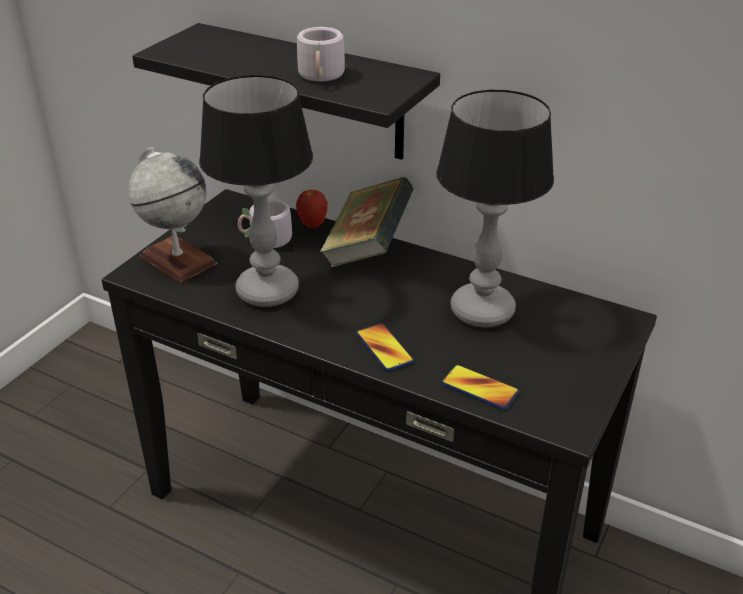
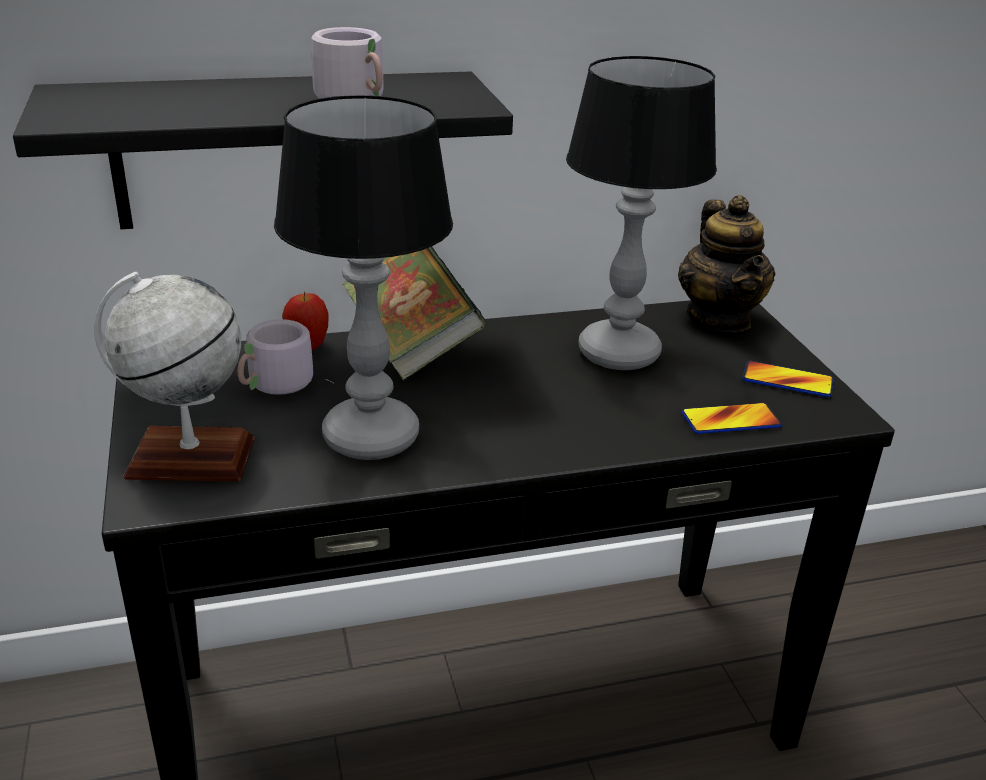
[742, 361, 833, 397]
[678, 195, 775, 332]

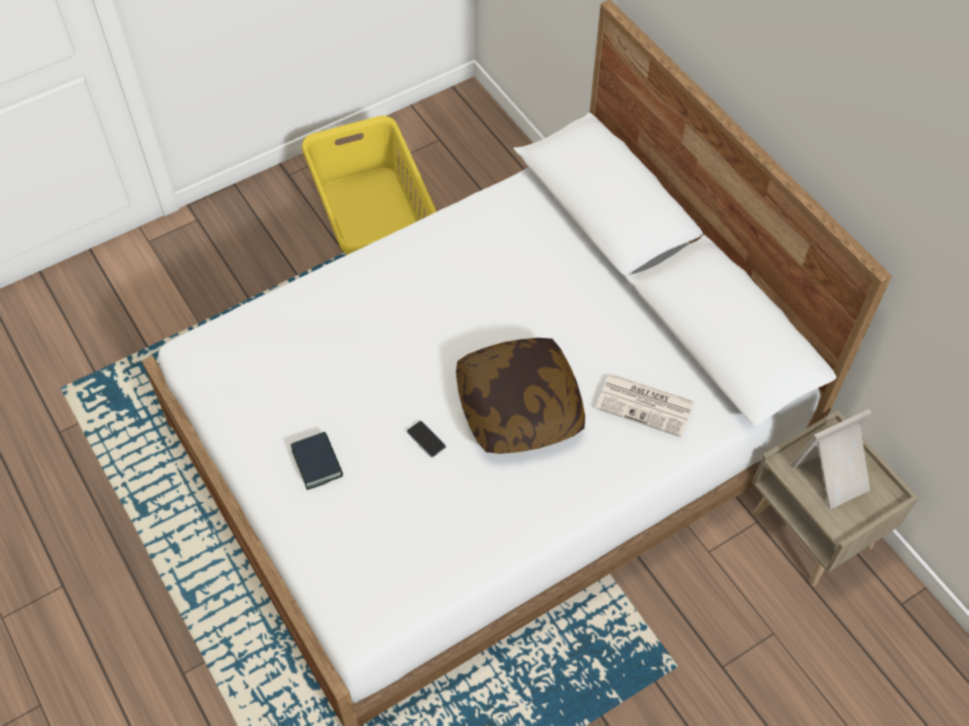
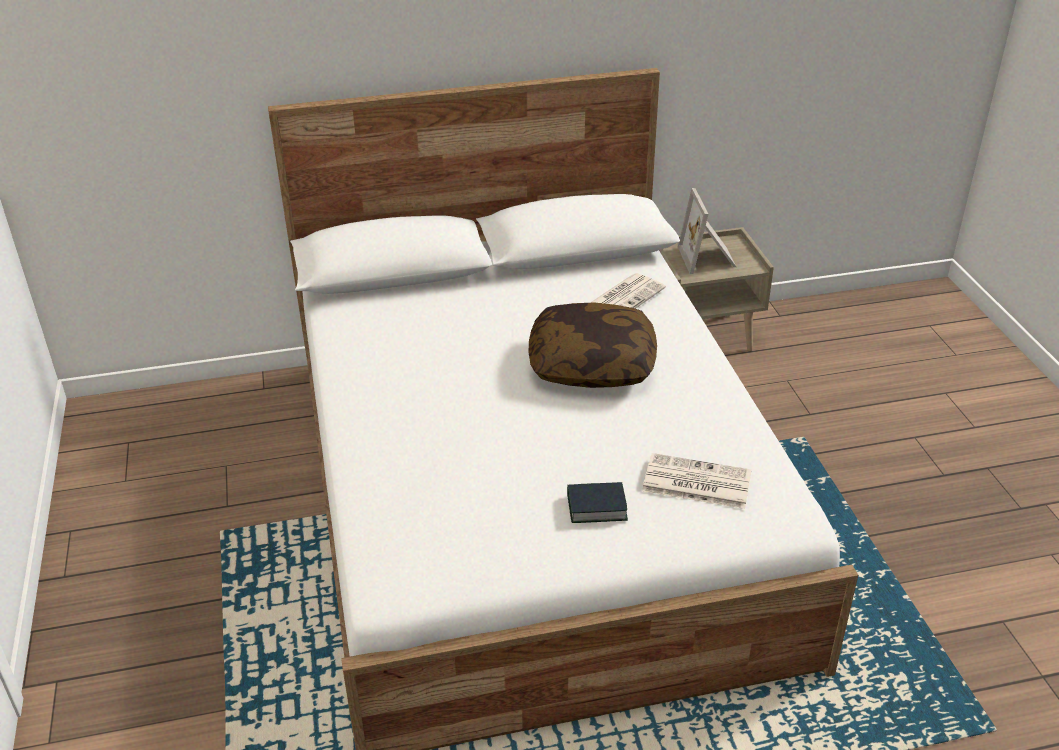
[302, 116, 437, 255] (first image)
[407, 421, 446, 458] (first image)
[642, 453, 752, 509]

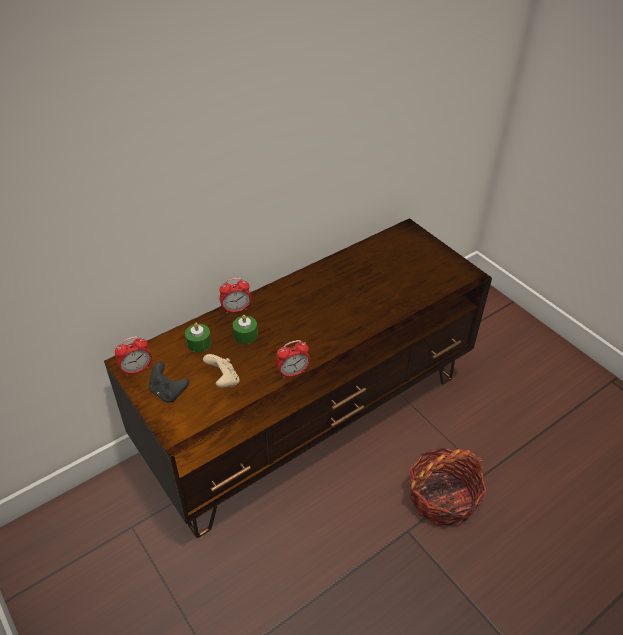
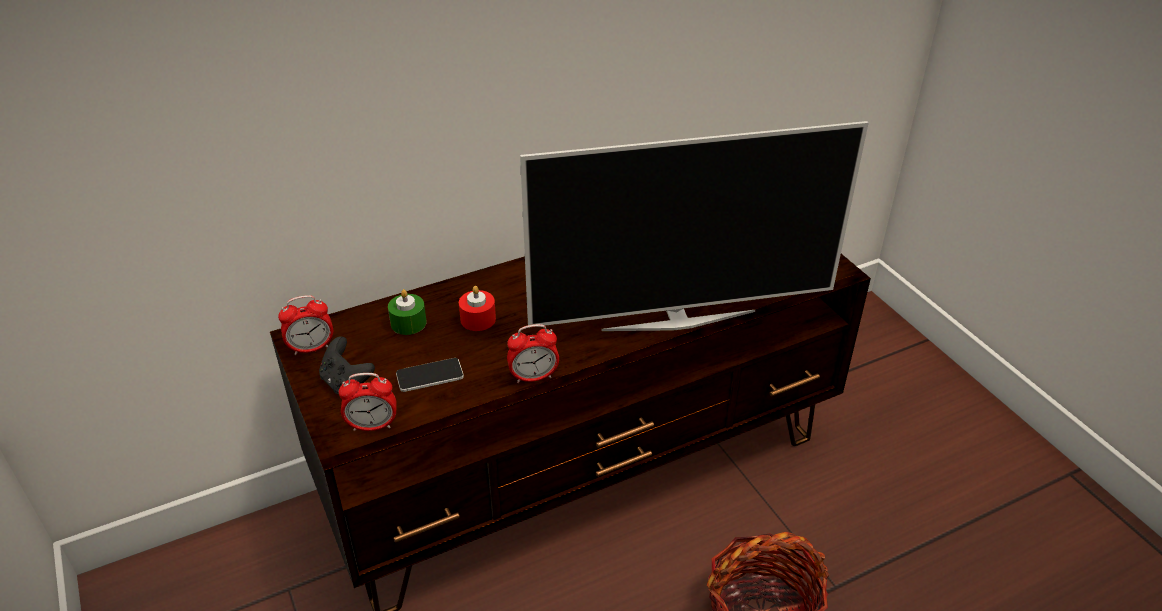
[396, 358, 464, 392]
[339, 373, 397, 432]
[459, 286, 496, 331]
[520, 121, 869, 331]

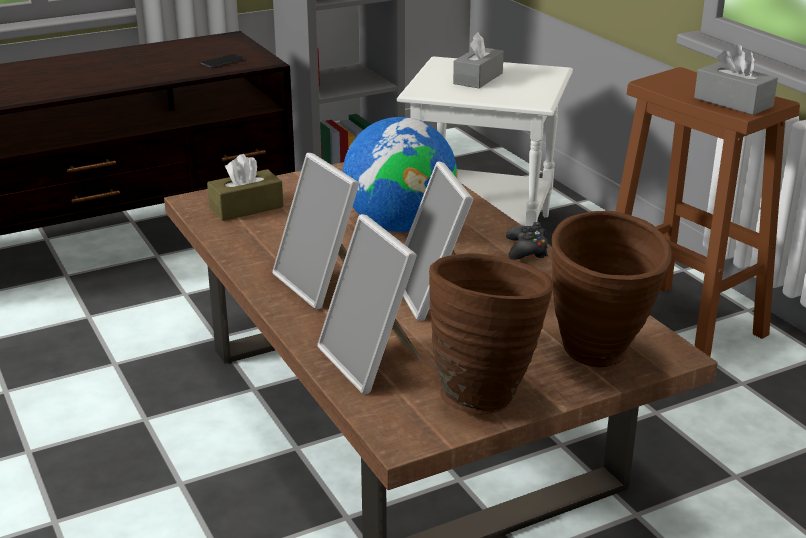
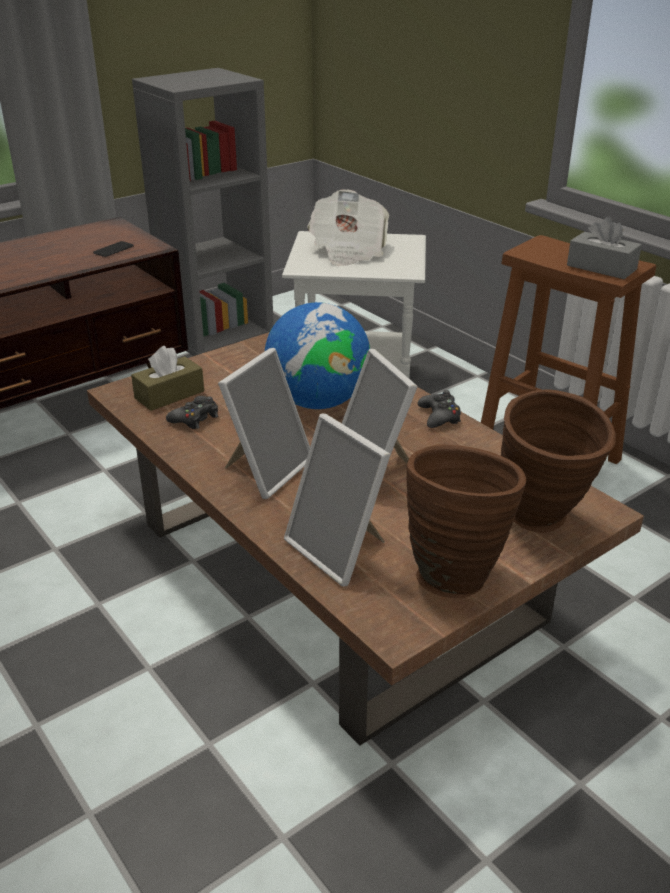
[218, 348, 310, 499]
[307, 189, 389, 266]
[166, 396, 218, 429]

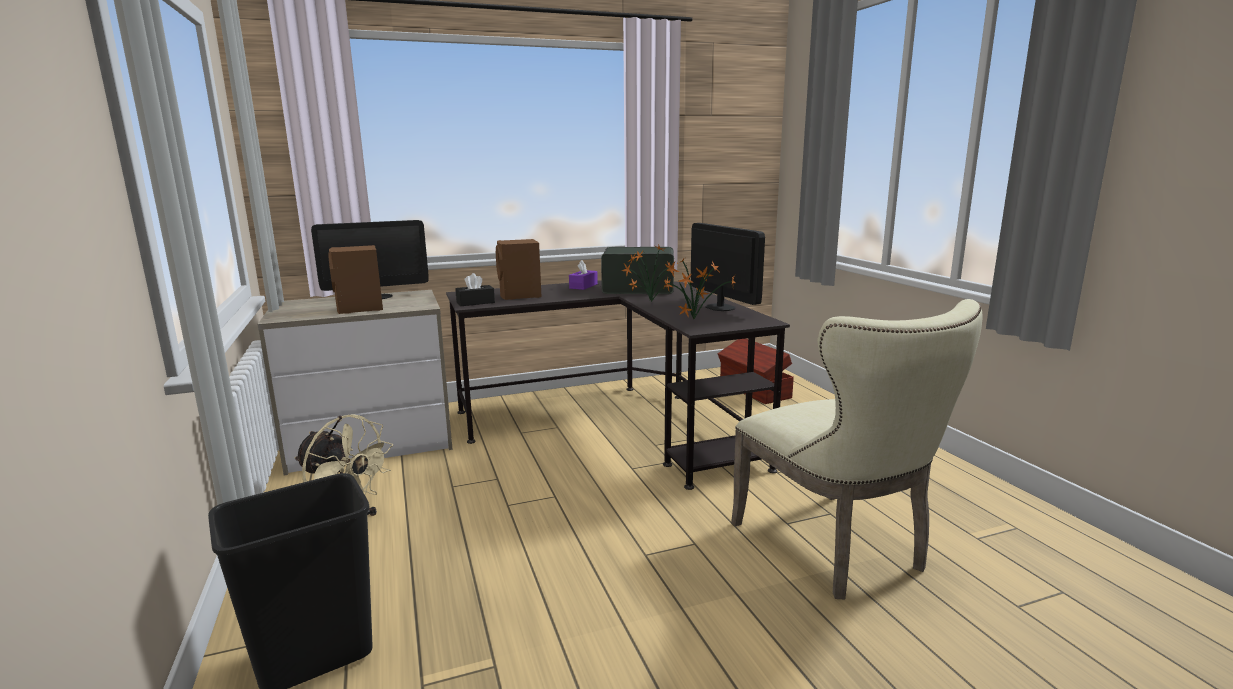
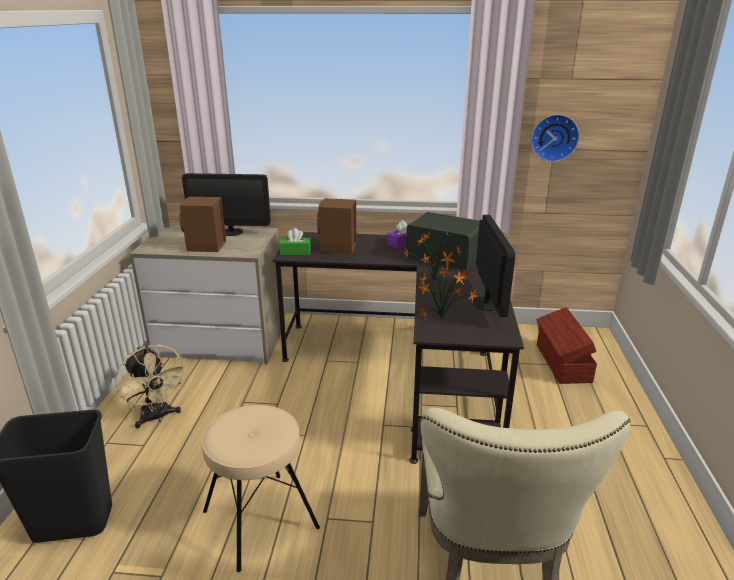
[279, 228, 311, 255]
[202, 405, 320, 572]
[531, 114, 579, 162]

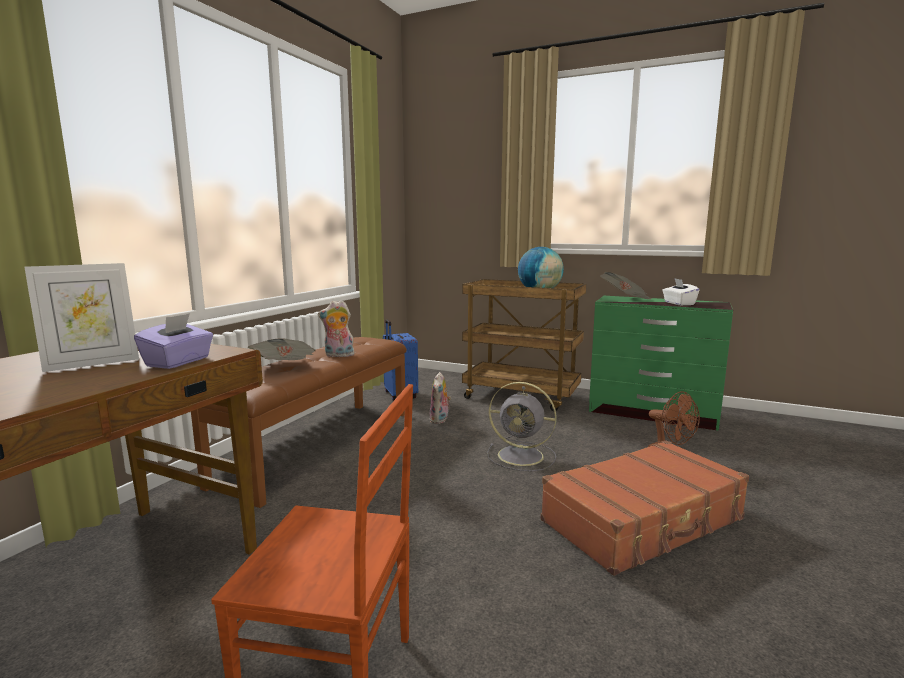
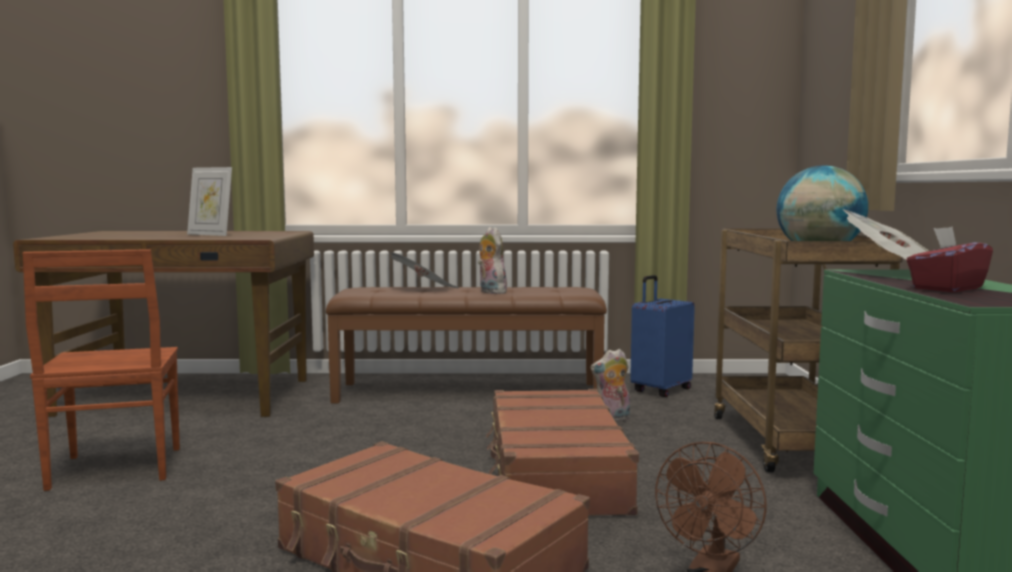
[134, 313, 213, 369] (first image)
[486, 389, 639, 516]
[907, 227, 993, 292]

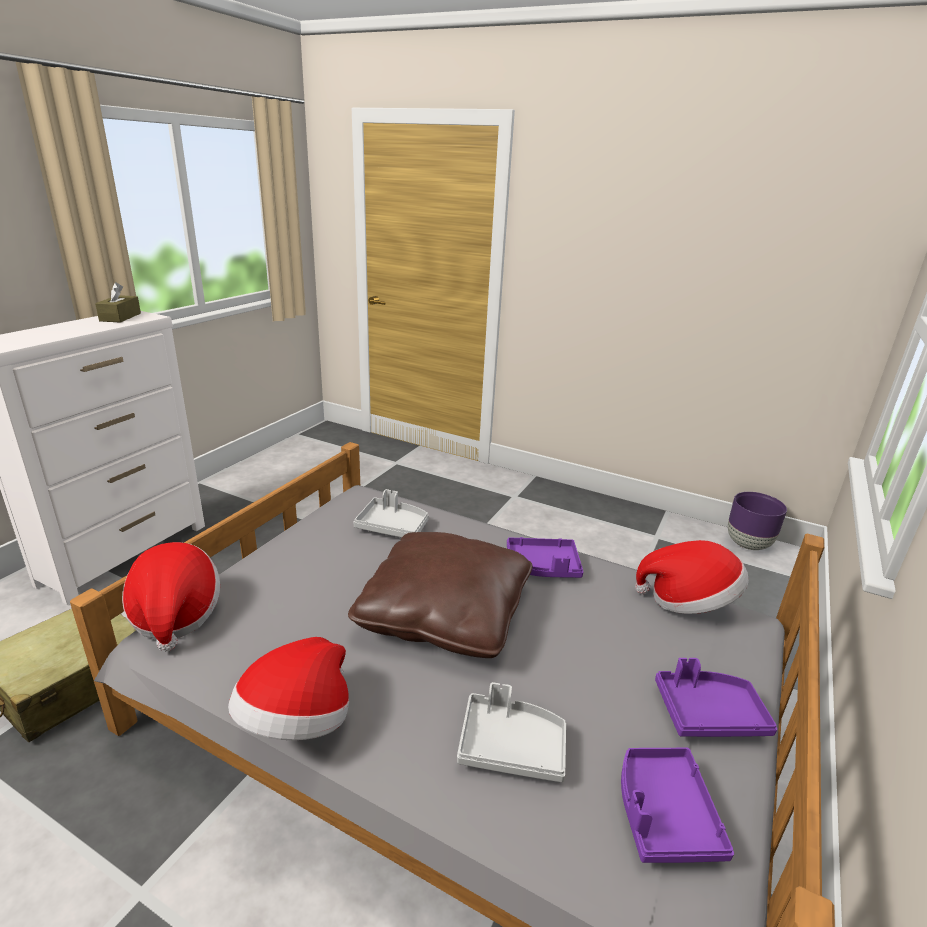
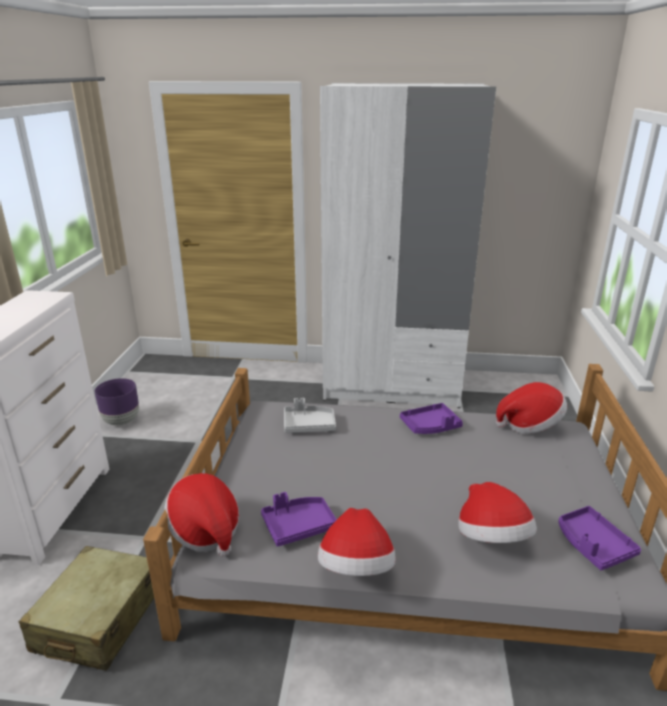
[95, 282, 141, 323] (first image)
[348, 532, 533, 658] (first image)
[459, 482, 537, 543]
[261, 492, 337, 547]
[94, 378, 139, 426]
[320, 83, 496, 408]

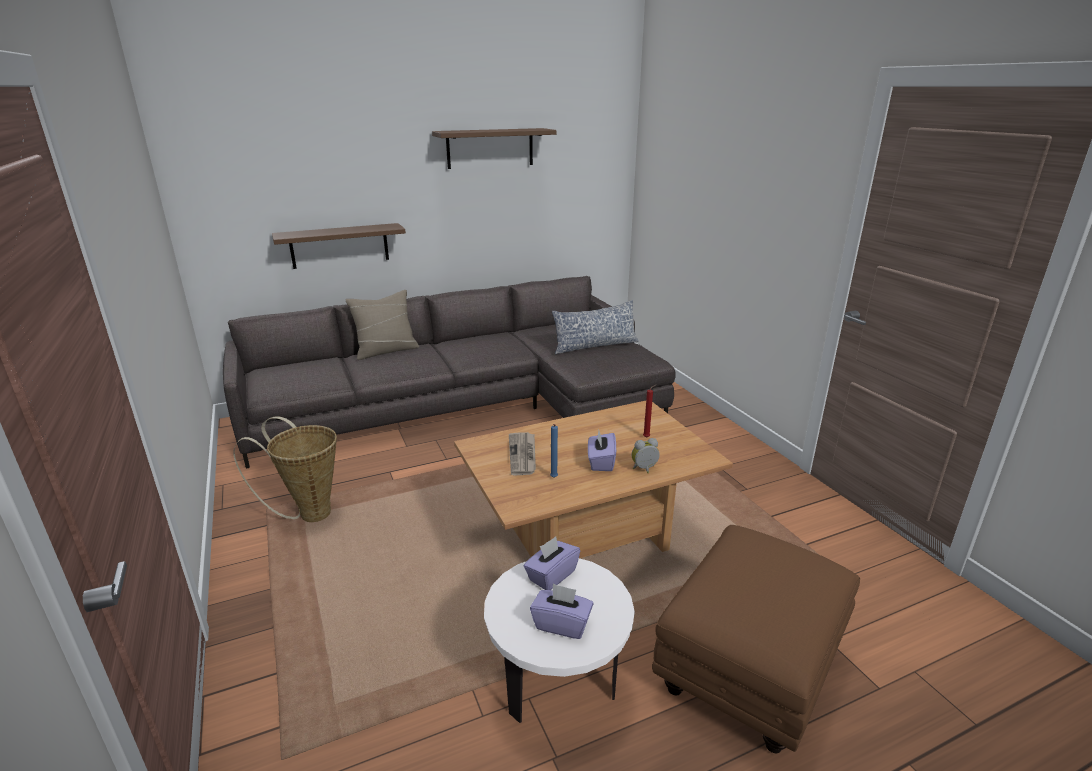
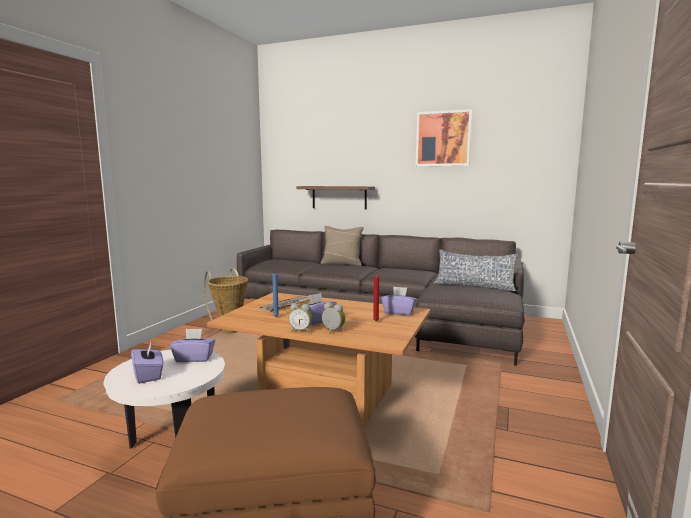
[416, 109, 472, 166]
[289, 303, 313, 333]
[381, 287, 417, 315]

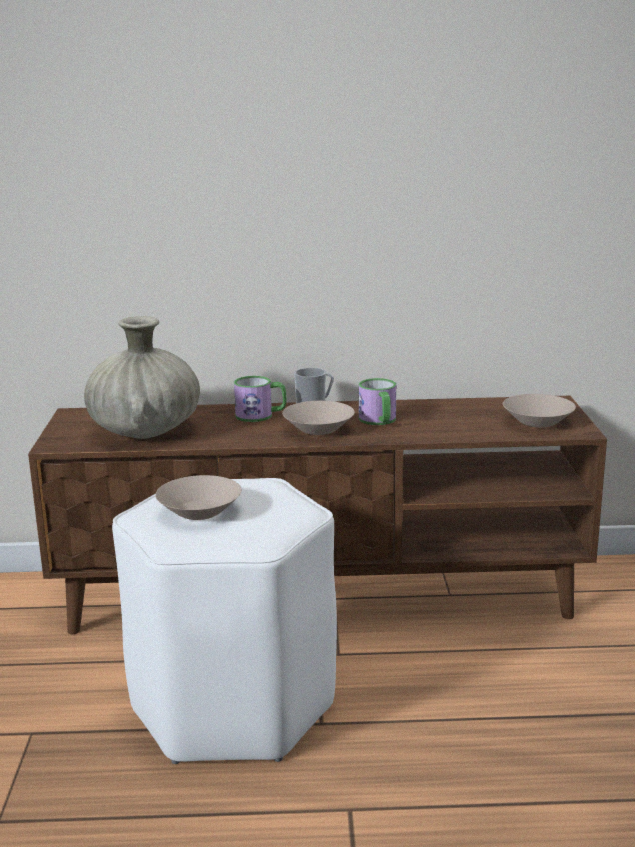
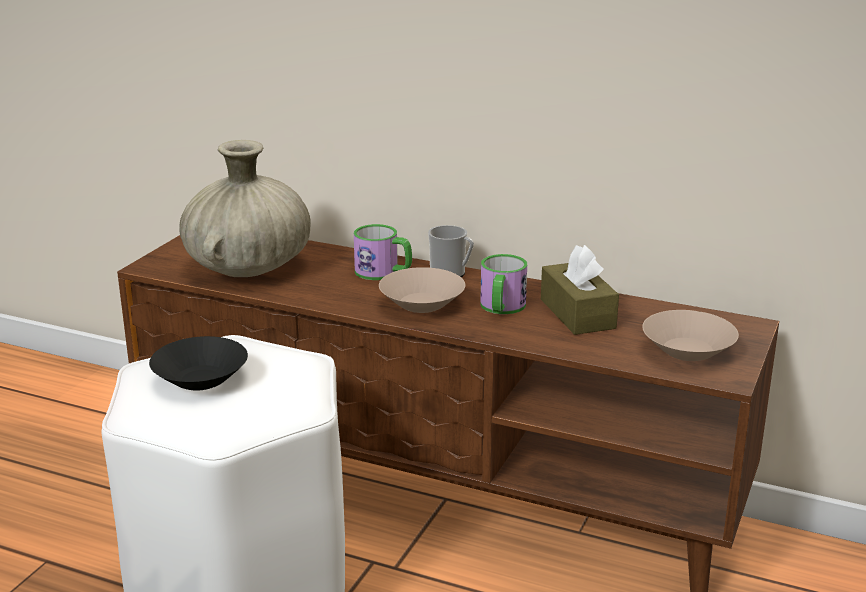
[149, 336, 248, 390]
[541, 245, 619, 335]

